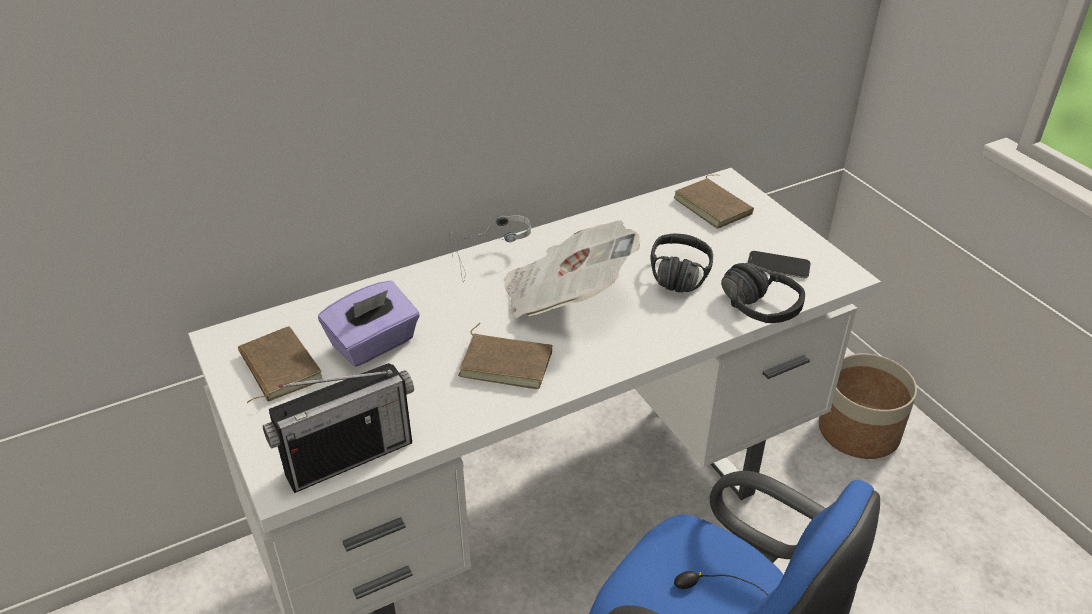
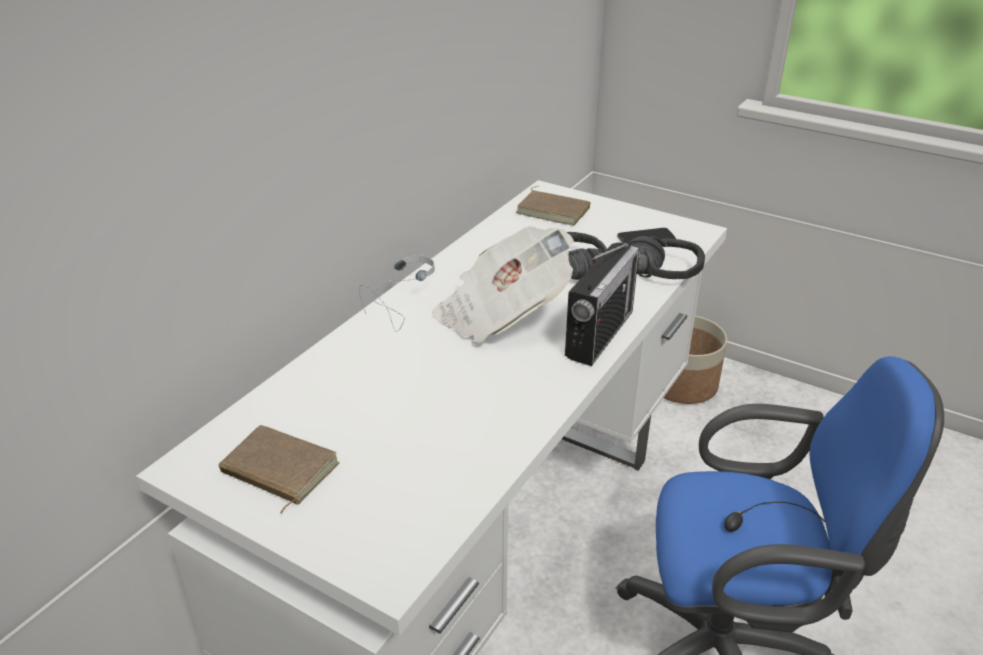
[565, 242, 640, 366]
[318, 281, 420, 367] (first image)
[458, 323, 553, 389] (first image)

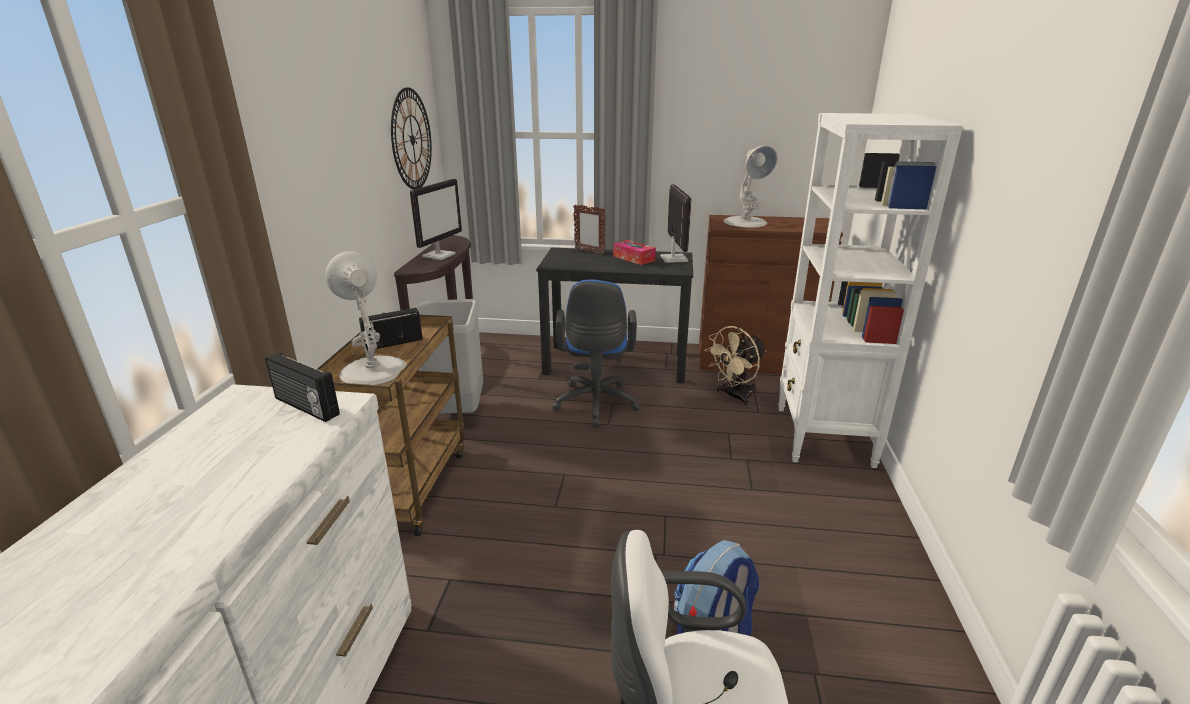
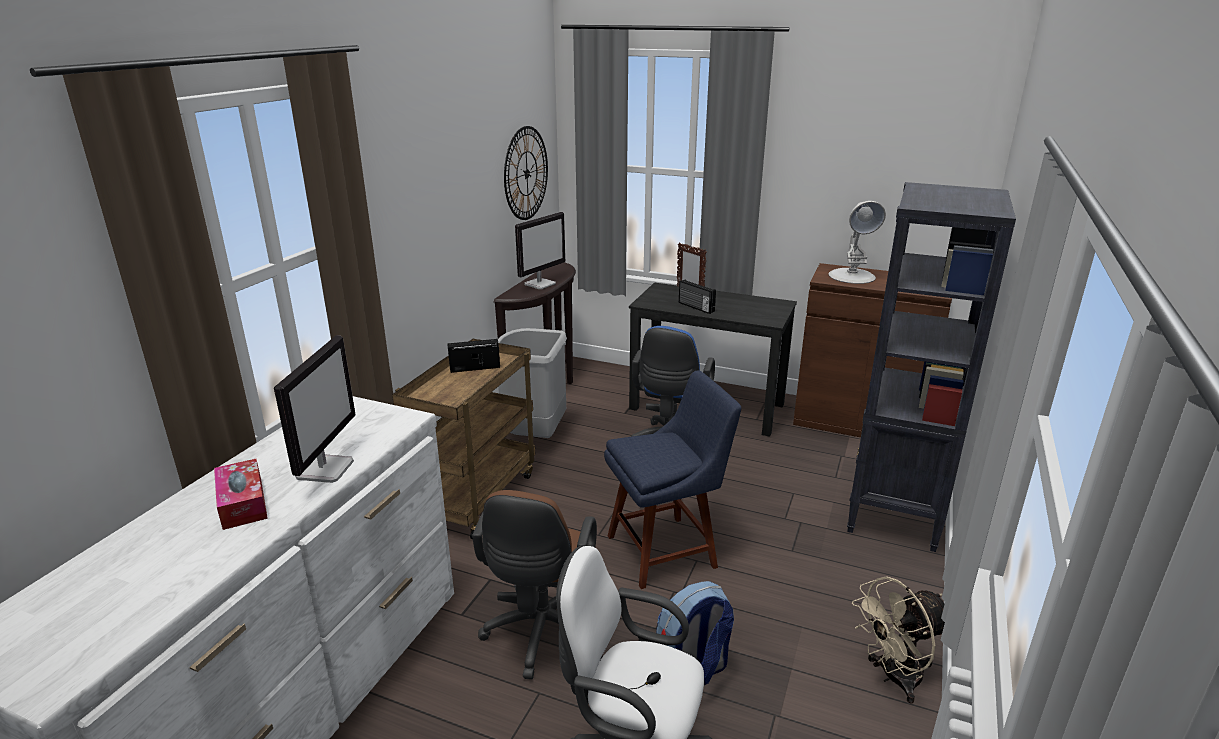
[679, 280, 716, 314]
[325, 251, 406, 385] (first image)
[214, 459, 268, 530]
[274, 335, 356, 483]
[852, 576, 945, 704]
[847, 182, 1016, 552]
[472, 490, 597, 680]
[604, 371, 741, 589]

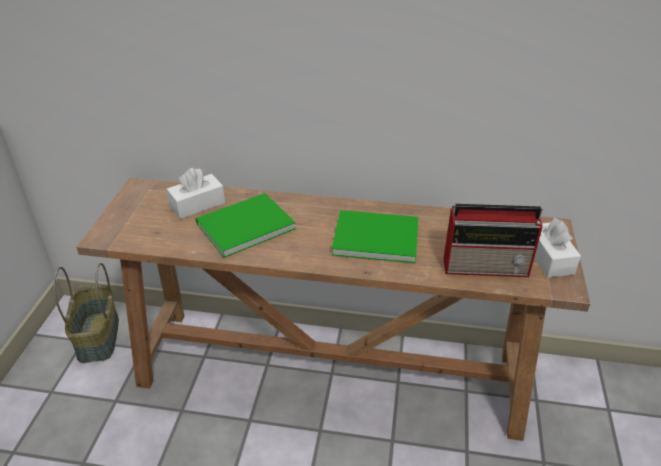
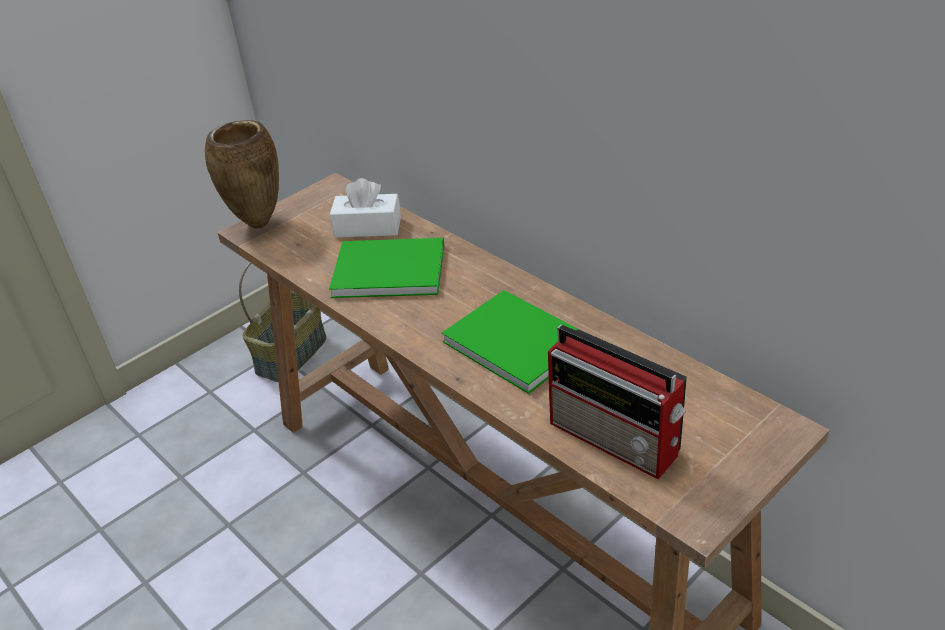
[534, 218, 581, 278] (first image)
[205, 120, 279, 229]

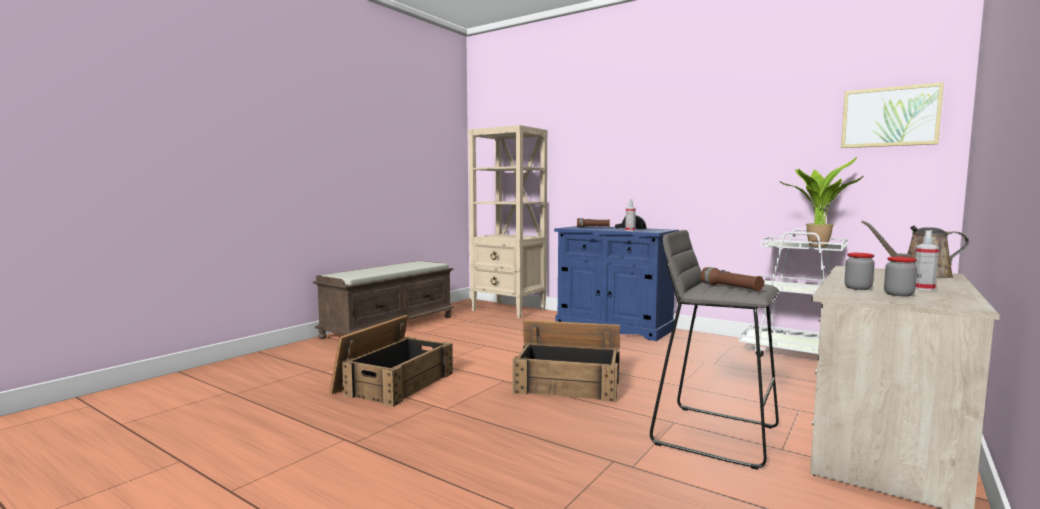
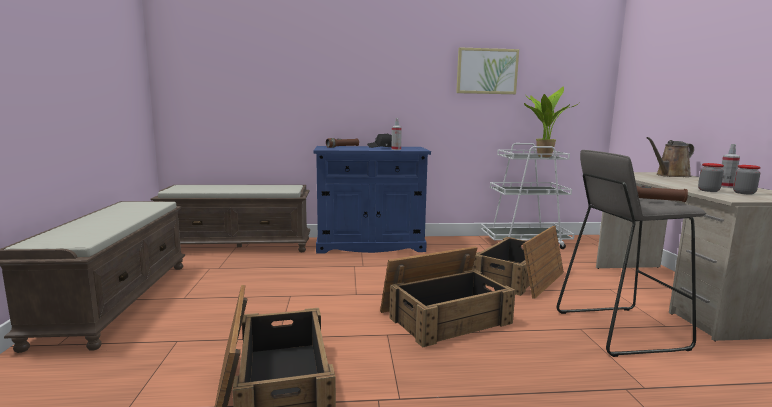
[150, 185, 310, 252]
[456, 47, 519, 94]
[472, 226, 564, 299]

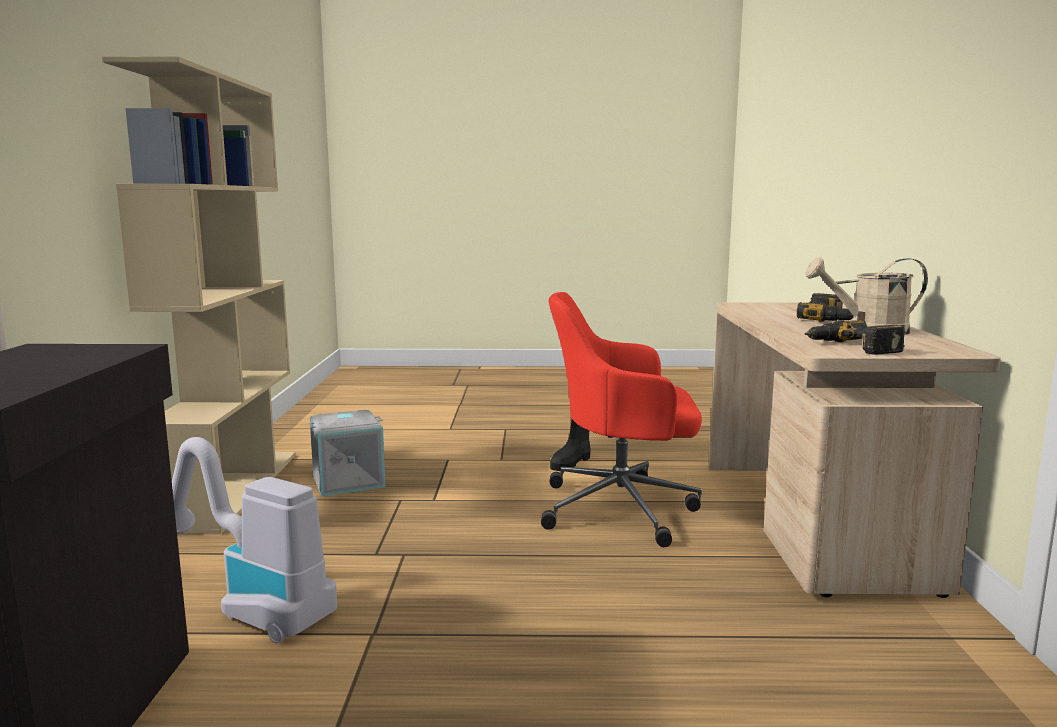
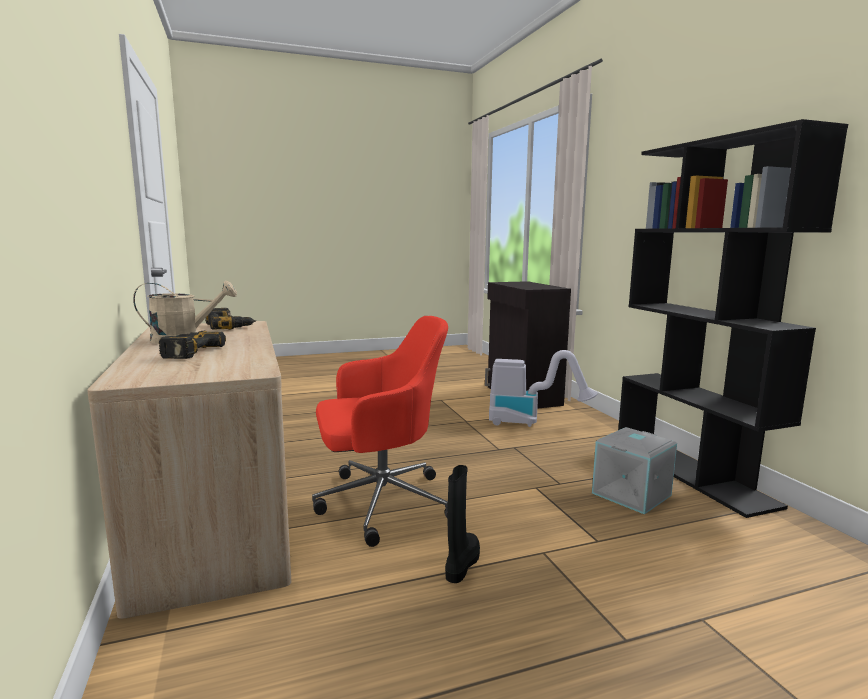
[618, 119, 848, 518]

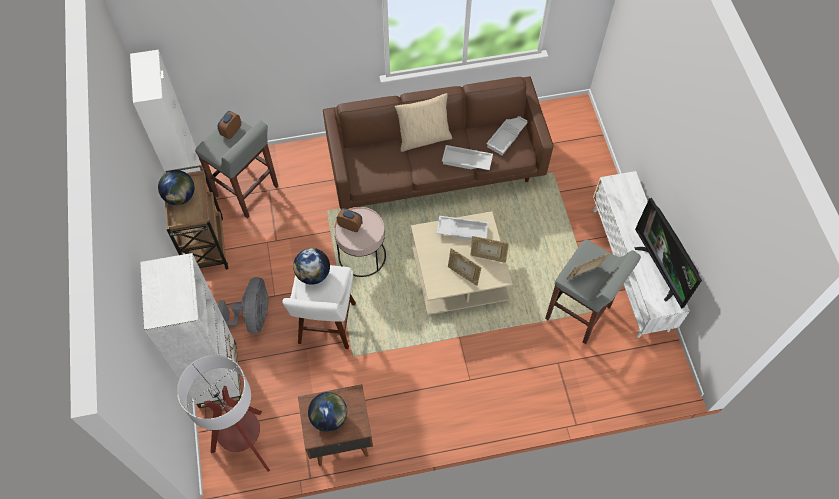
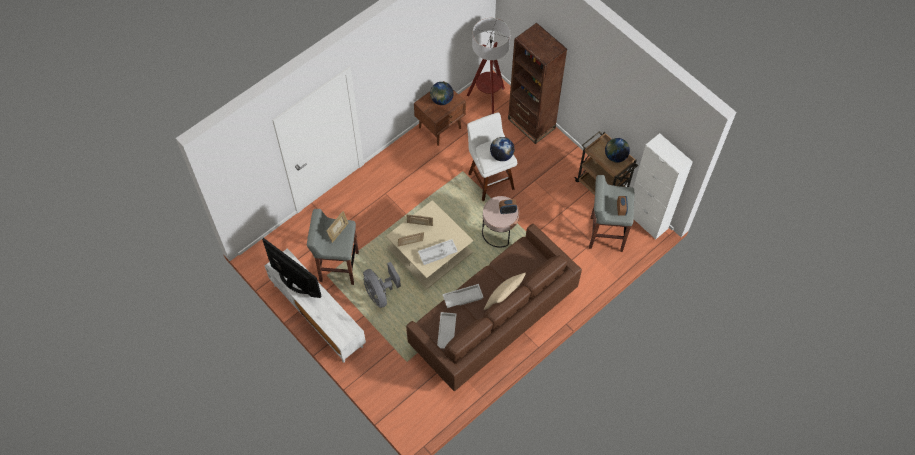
[508, 23, 567, 144]
[363, 262, 401, 308]

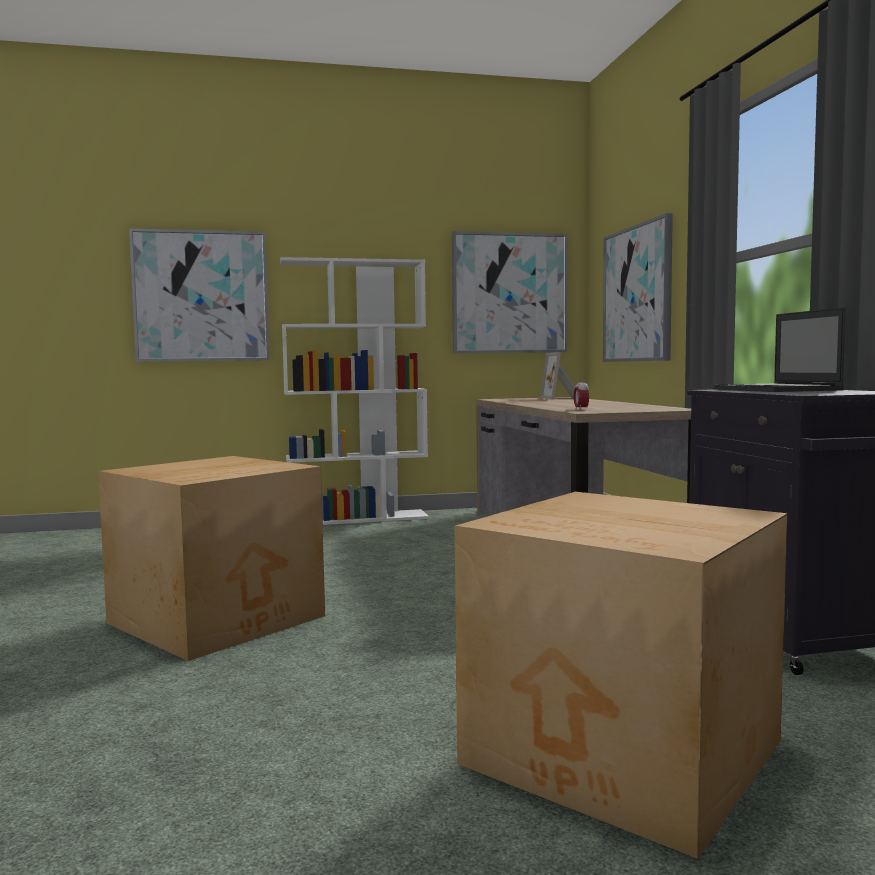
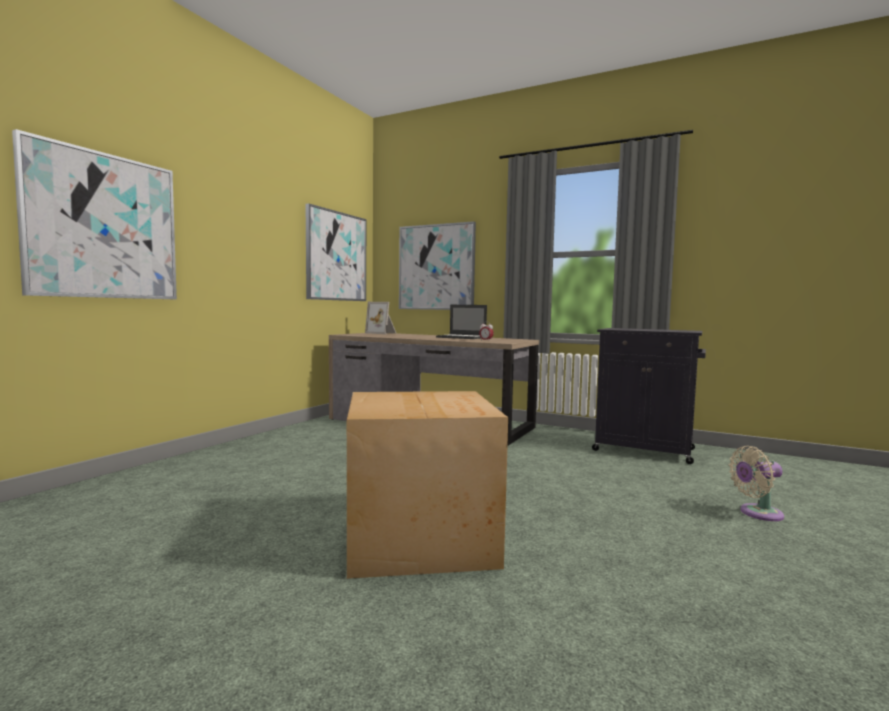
[280, 257, 429, 525] (first image)
[729, 446, 784, 521]
[436, 305, 487, 339]

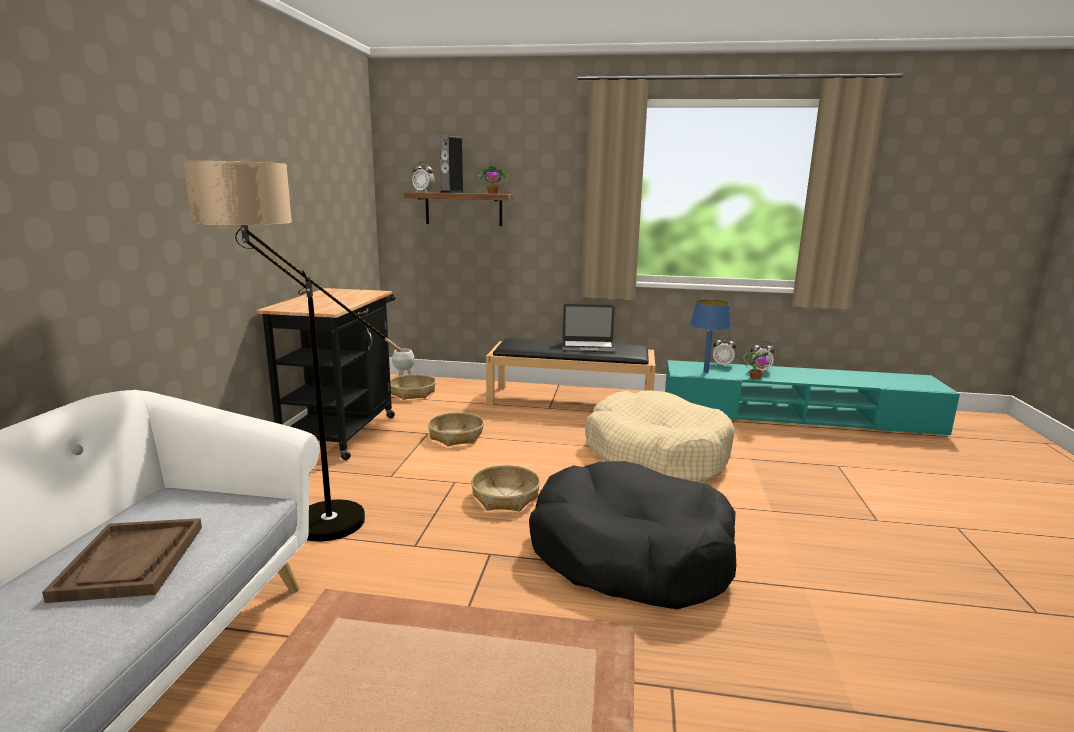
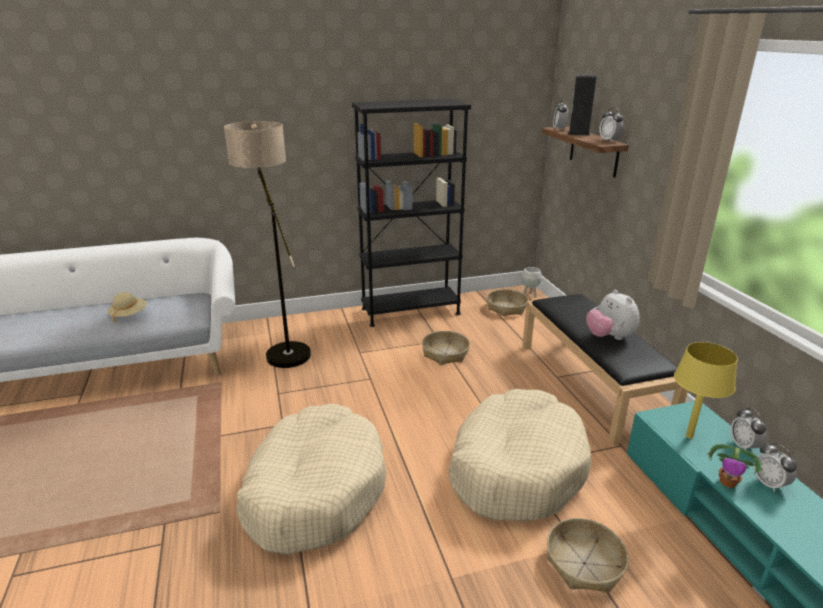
[108, 292, 147, 323]
[352, 99, 471, 327]
[547, 518, 629, 593]
[599, 108, 624, 141]
[236, 403, 386, 555]
[586, 290, 640, 340]
[674, 342, 738, 439]

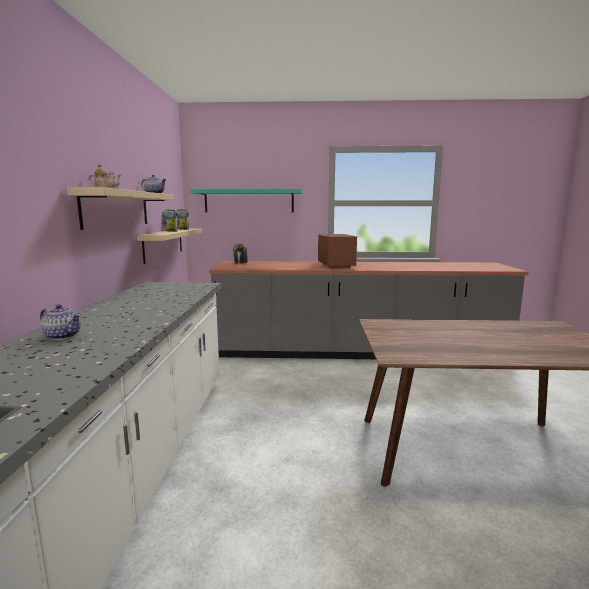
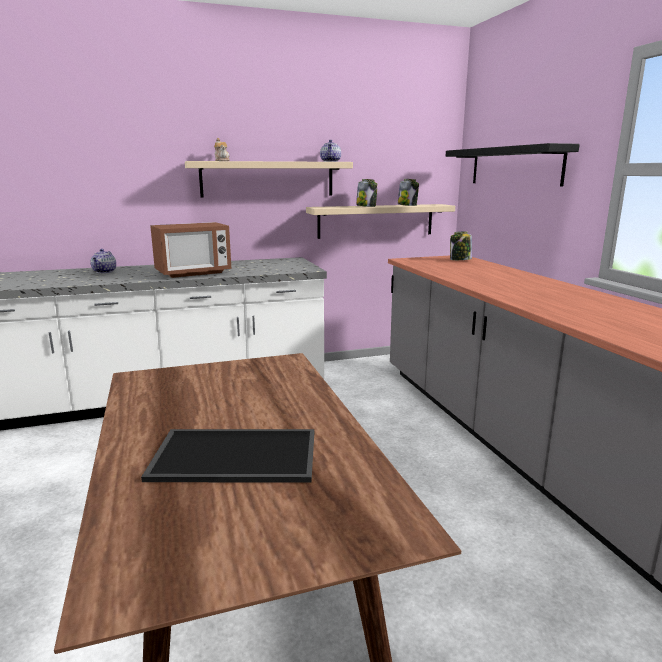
[446, 143, 580, 187]
[150, 222, 231, 278]
[141, 429, 314, 483]

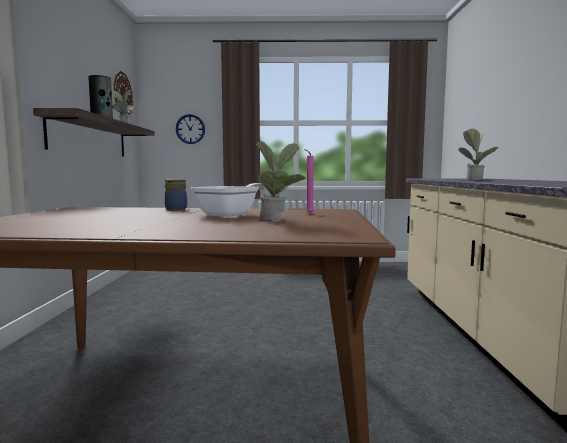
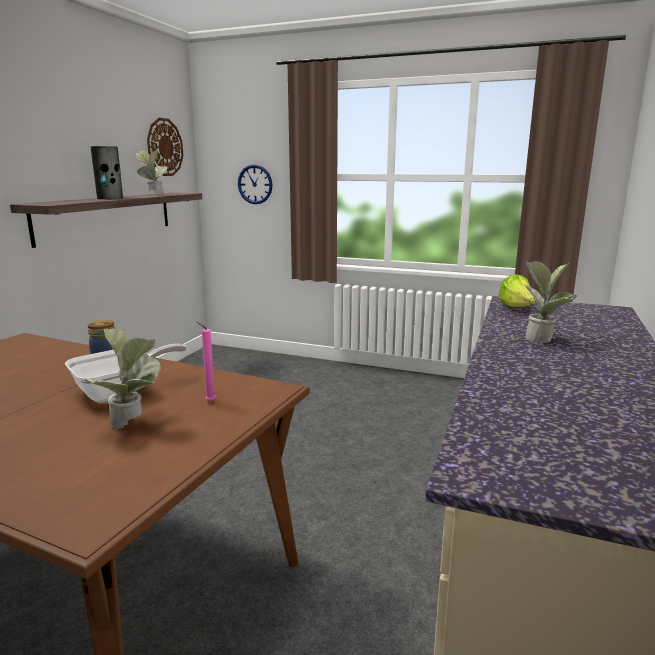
[498, 274, 536, 307]

